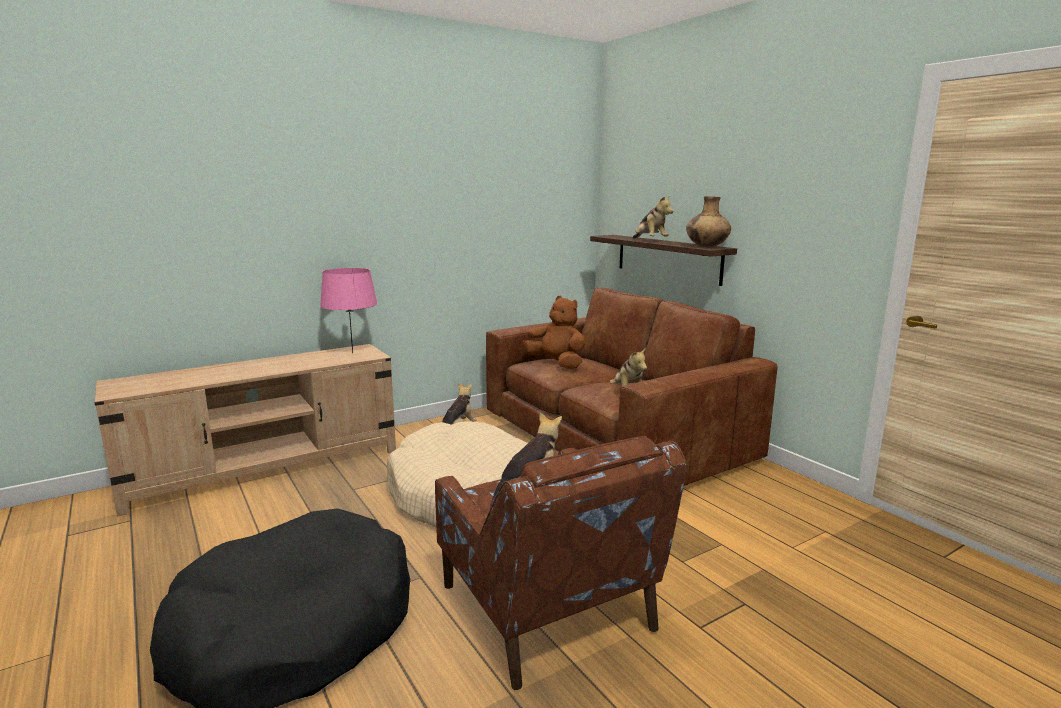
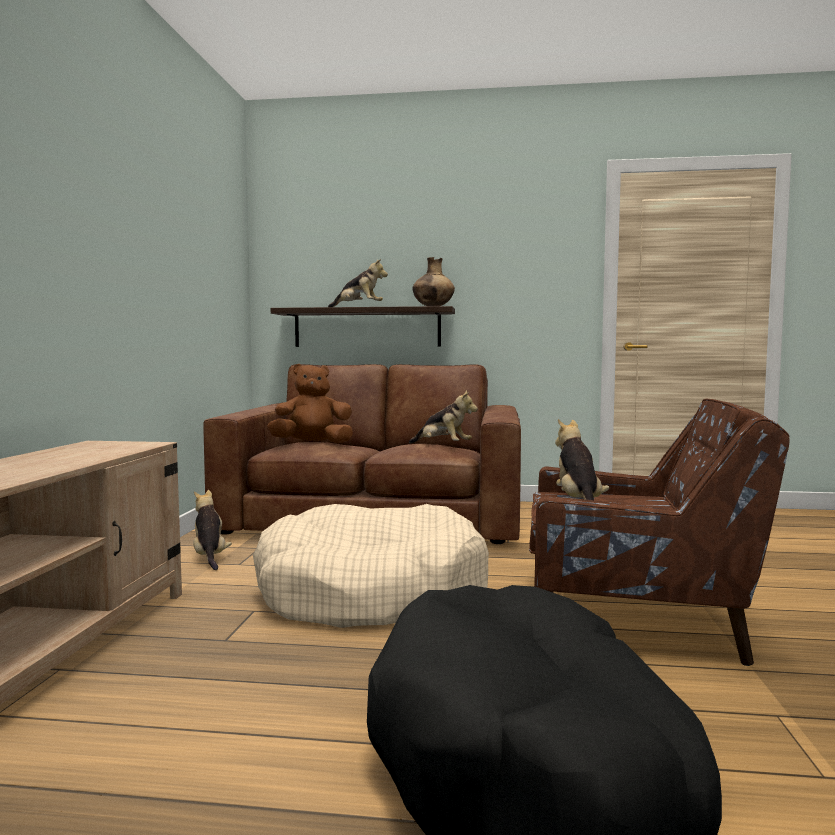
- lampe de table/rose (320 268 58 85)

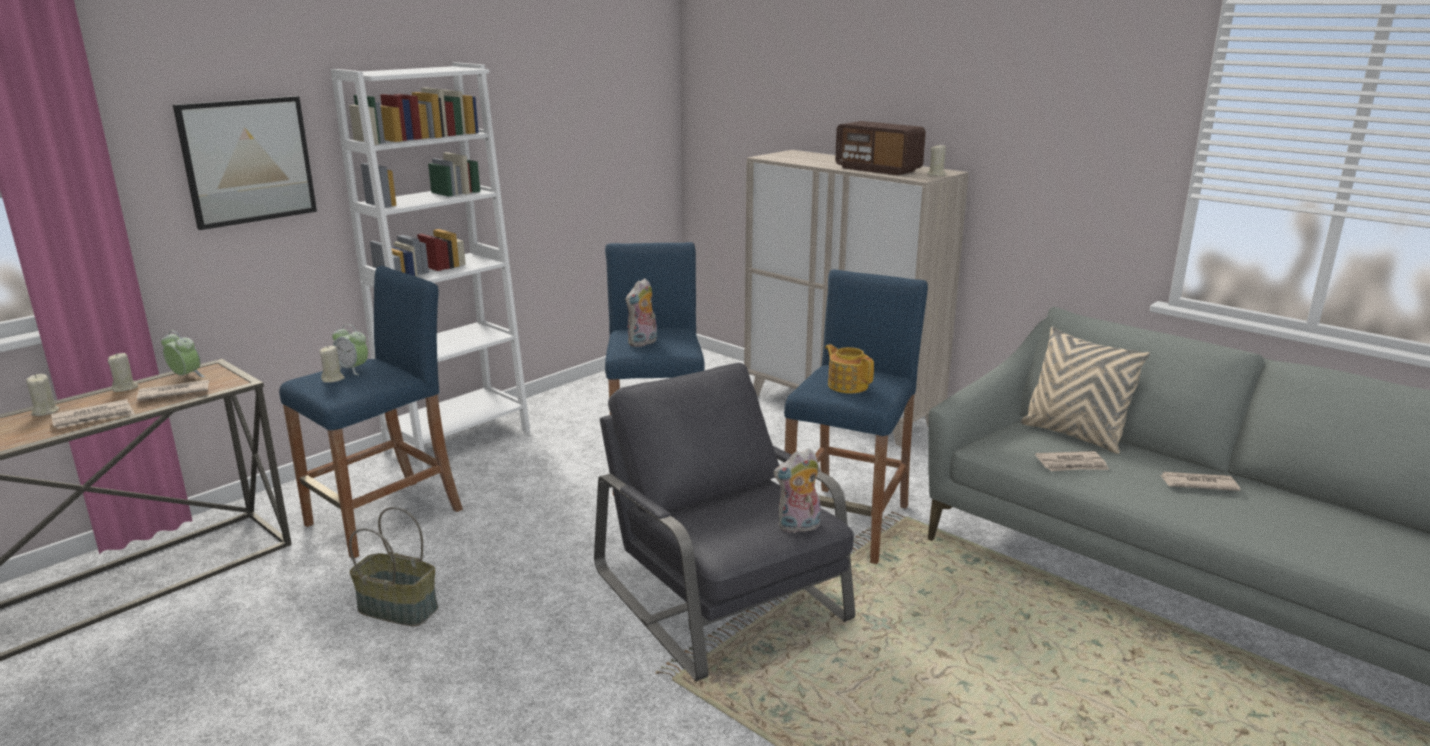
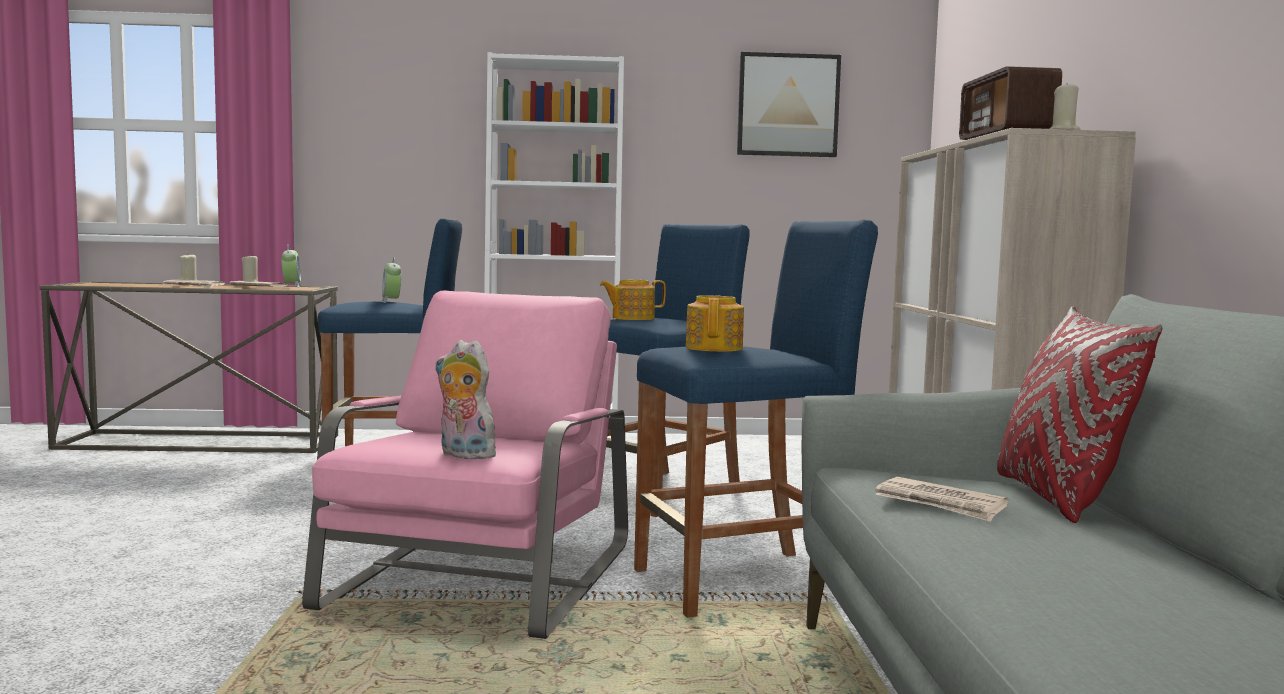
~ tableau (173 96 144 134) to (737 52 104 105)
~ peluche (626 278 31 69) to théière (600 280 66 40)
~ coussin/beige (1020 326 130 128) to coussin/rouge (997 306 166 217)
- bougie/beige (320 345 25 38)
~ fauteuil/gris (594 363 261 318) to fauteuil/rose (302 290 326 349)
- journal (1160 472 80 19)
- panier (349 507 89 119)

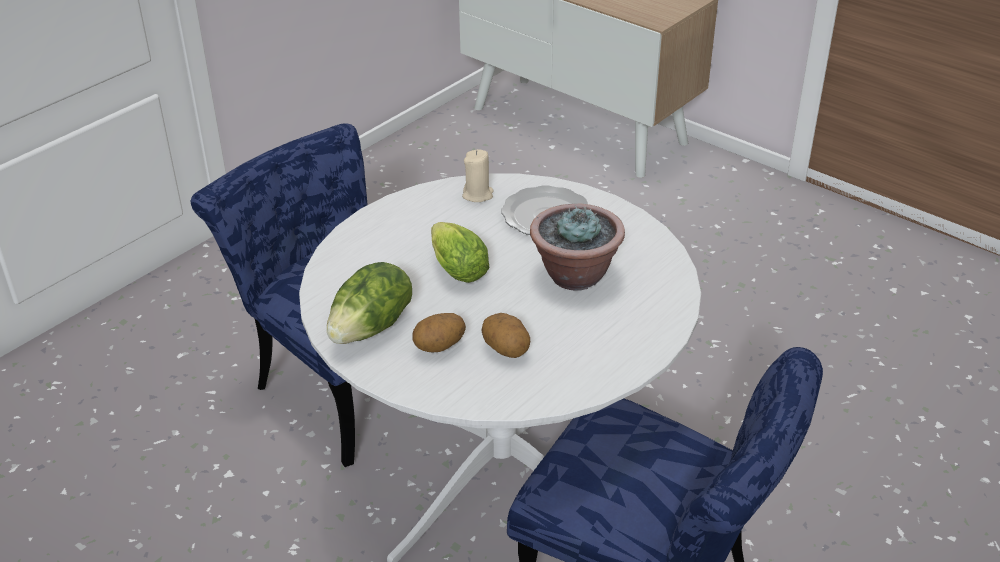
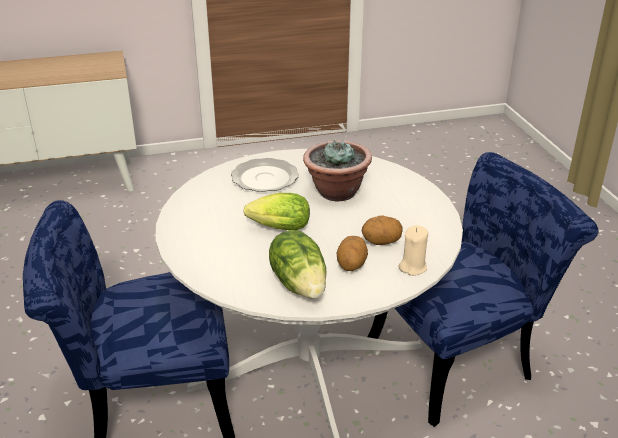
~ bougie/beige (462 149 32 53) to (399 225 29 51)

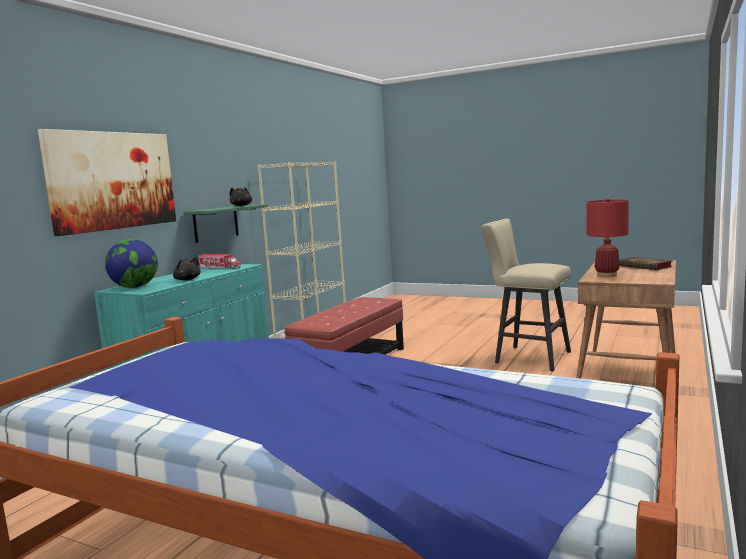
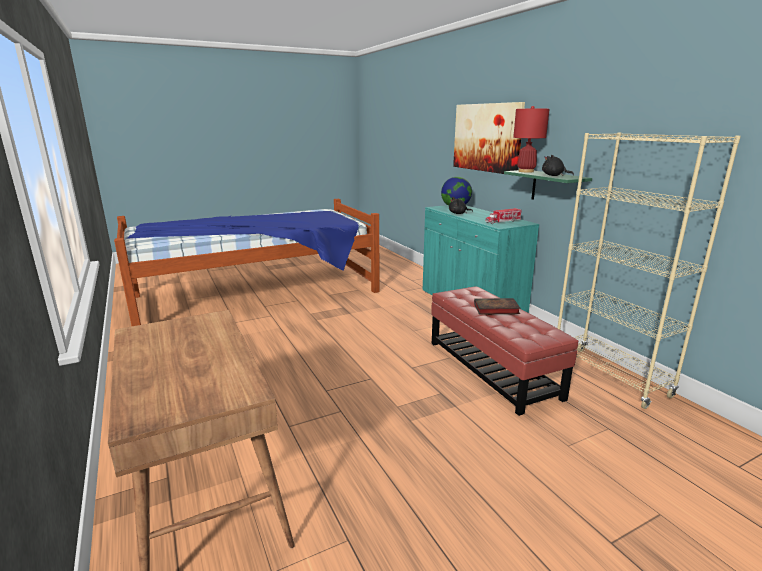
~ lampe de table/rouge (587 198 42 79) to (513 106 36 67)
- tabouret/beige (481 218 90 153)
~ livre (619 257 54 13) to (474 298 47 17)

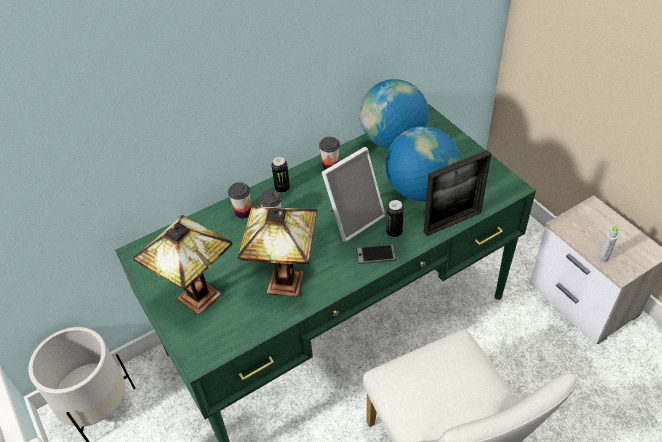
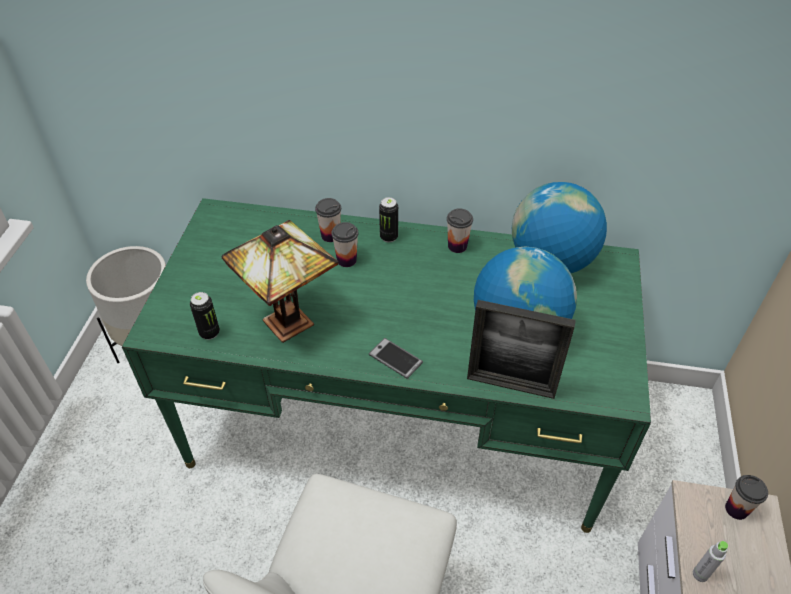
- cadre photo (322 147 64 95)
~ boîte métallique (386 200 18 38) to (190 292 30 48)
- lampe de table (133 215 100 100)
+ tasse (725 475 43 45)

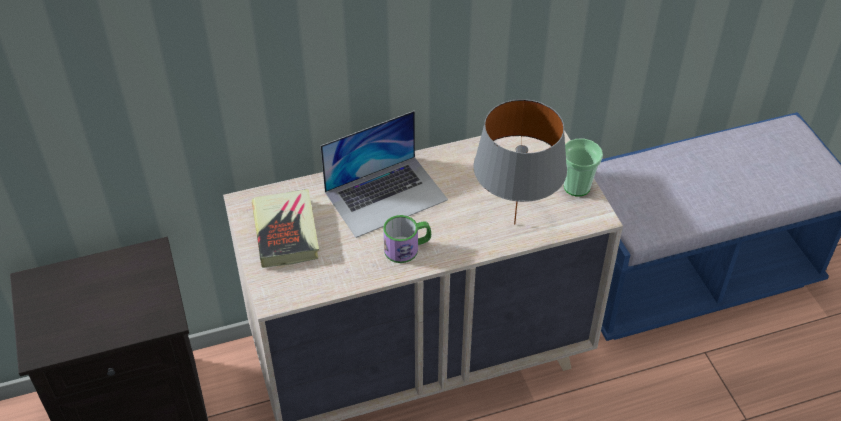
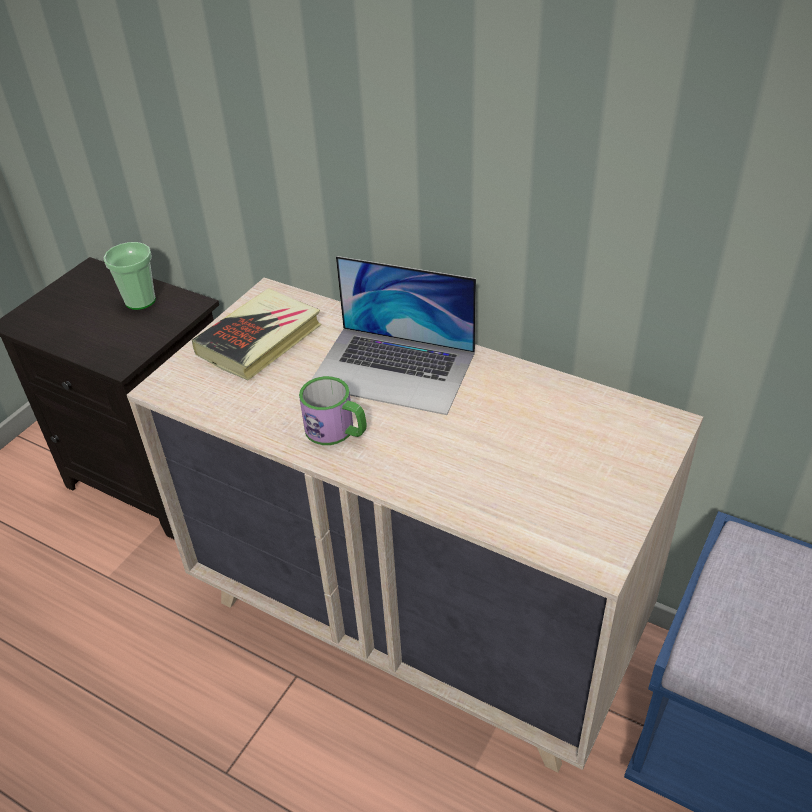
- lampe de table/gris (473 99 94 126)
~ tasse (564 139 39 57) to (103 242 53 68)

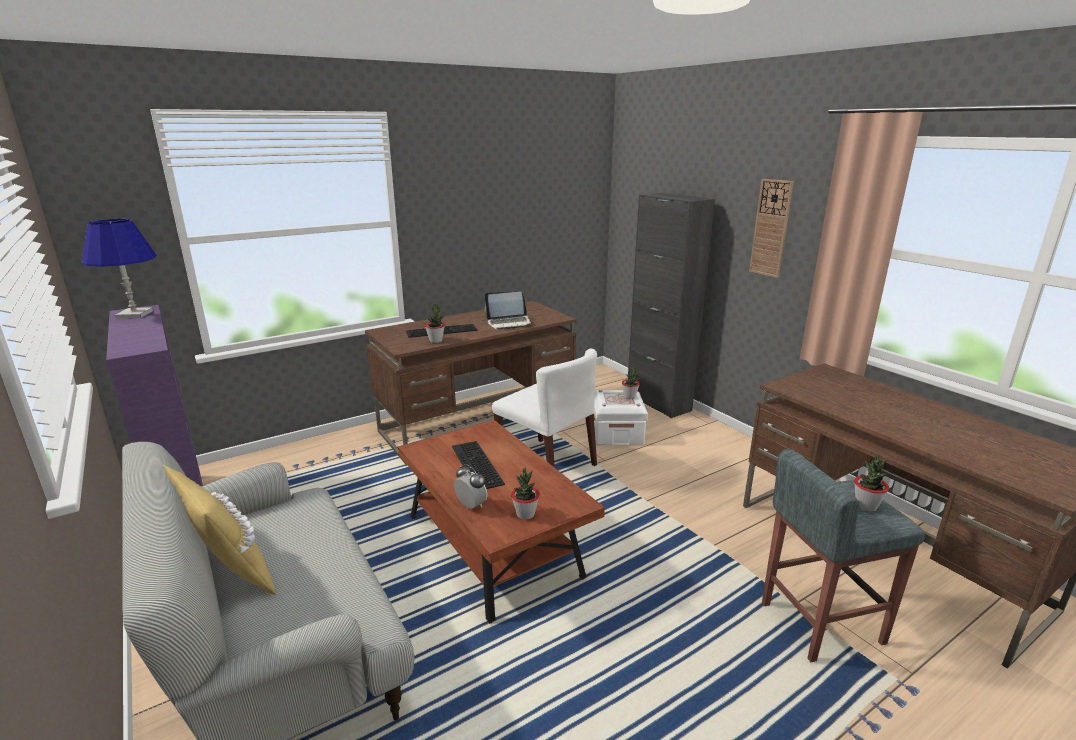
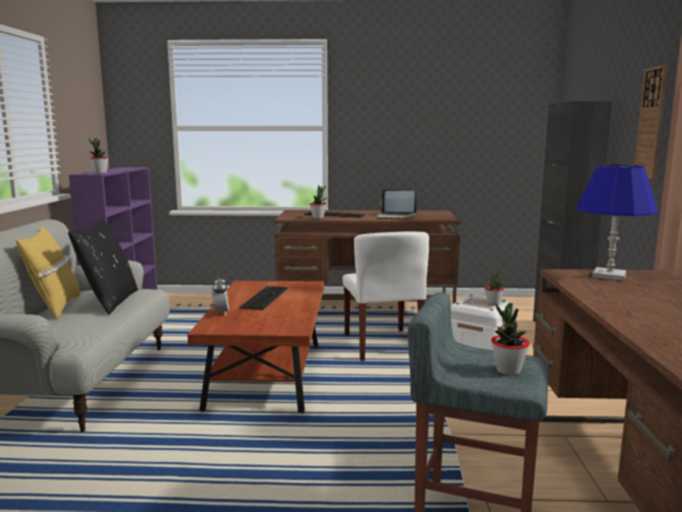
~ lampe de table/bleu (82 219 75 99) to (577 165 81 116)
~ plante en pot (511 468 29 52) to (88 138 21 36)
+ coussin/noir (68 218 70 97)

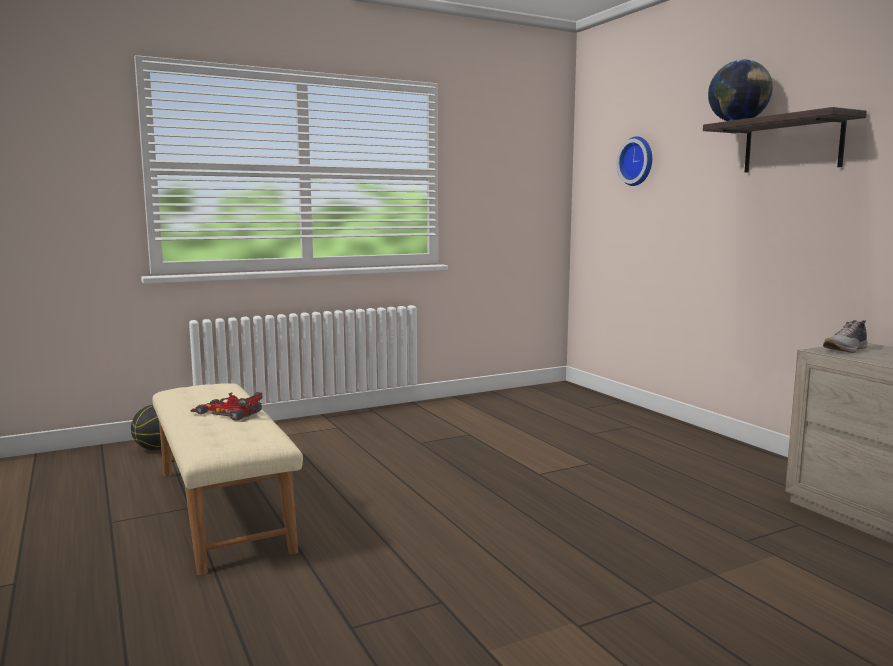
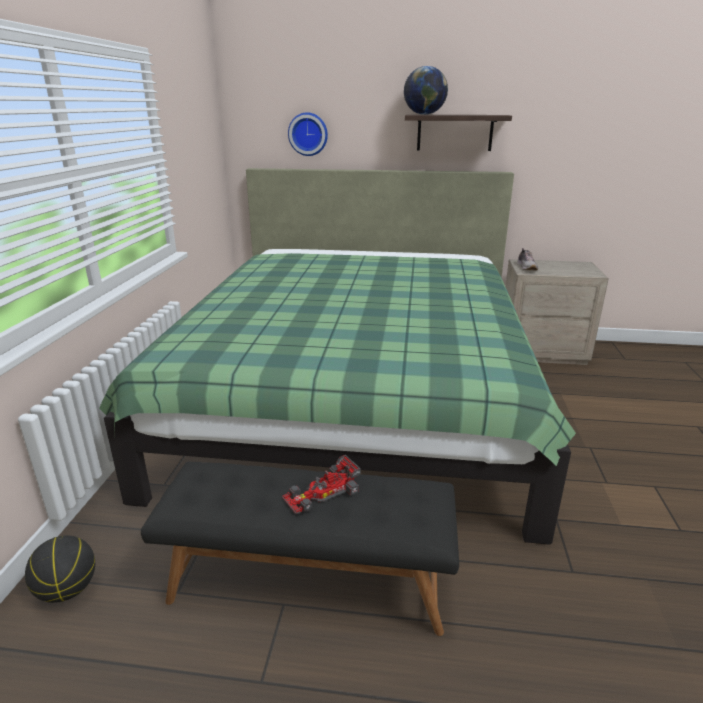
~ banc/beige (152 383 151 192) to banc/noir (141 462 318 174)
+ lit/vert (99 168 477 377)

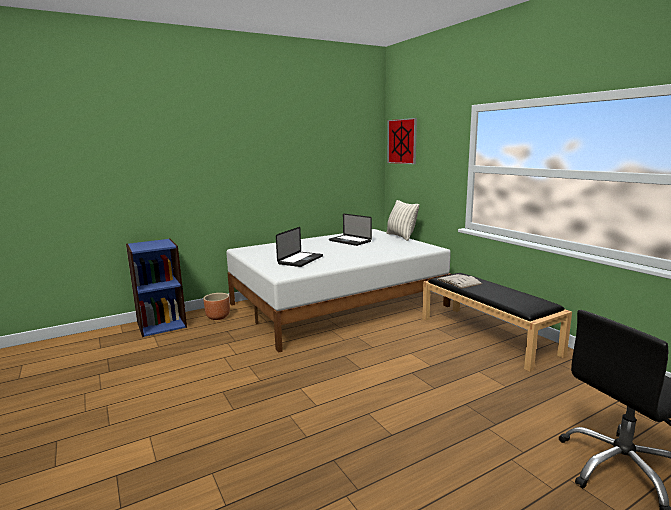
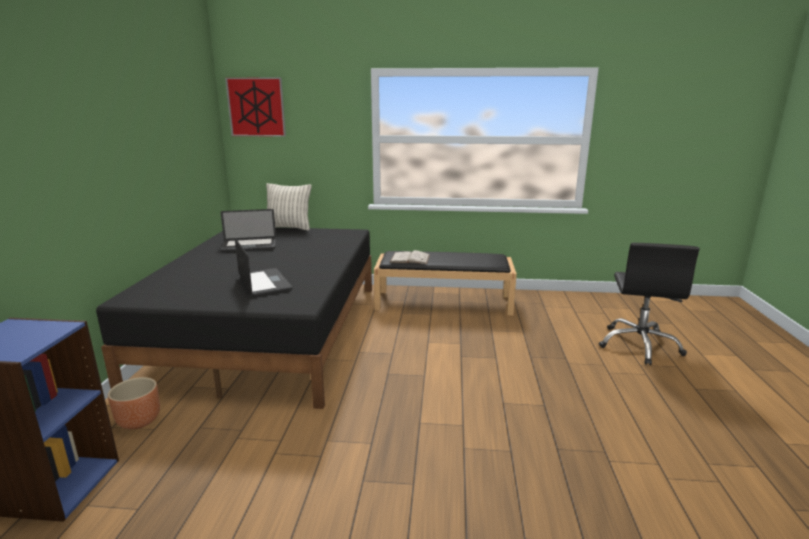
~ lit/blanc (226 229 225 124) to lit/noir (96 227 276 182)

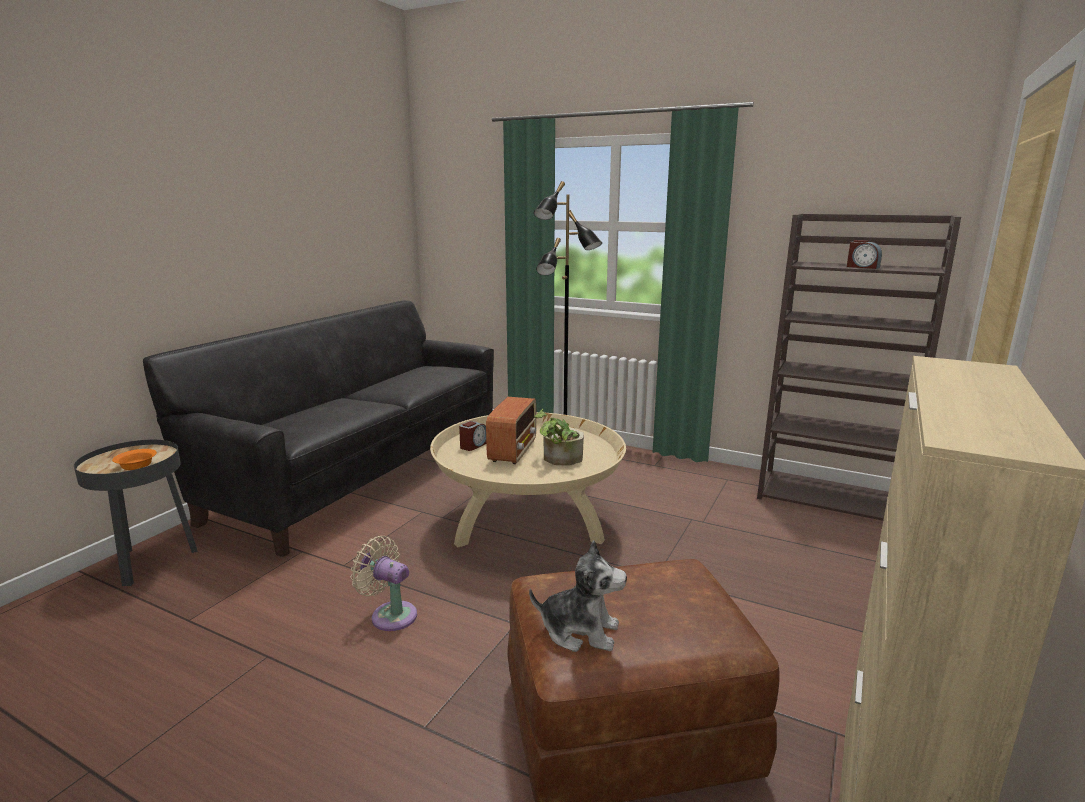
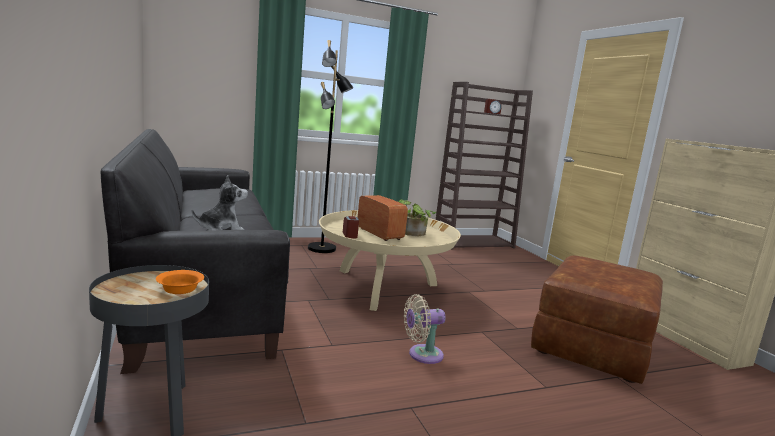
~ peluche (529 540 98 112) to (192 175 56 56)

